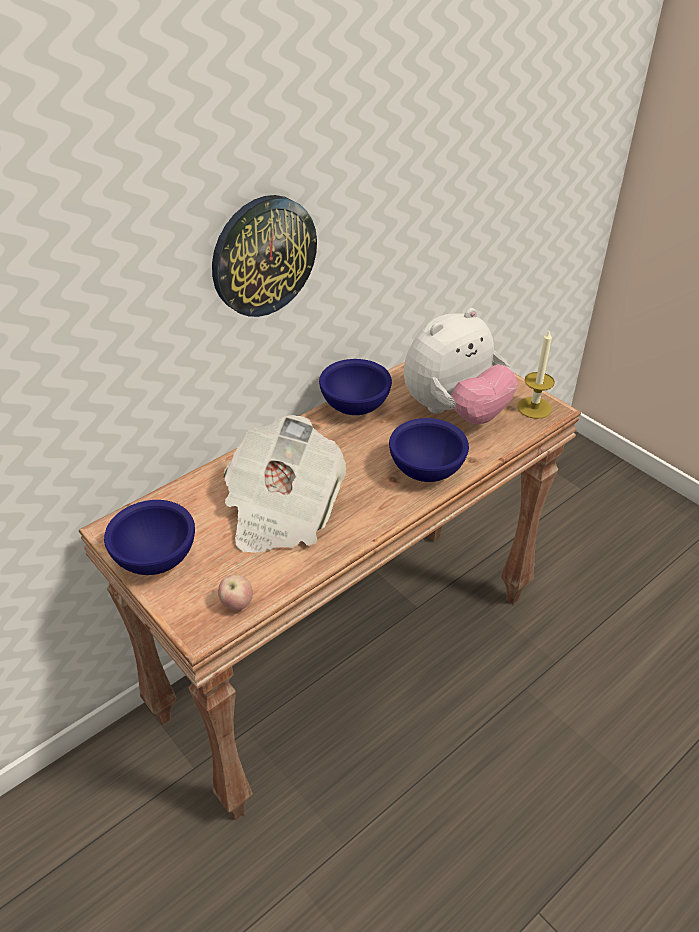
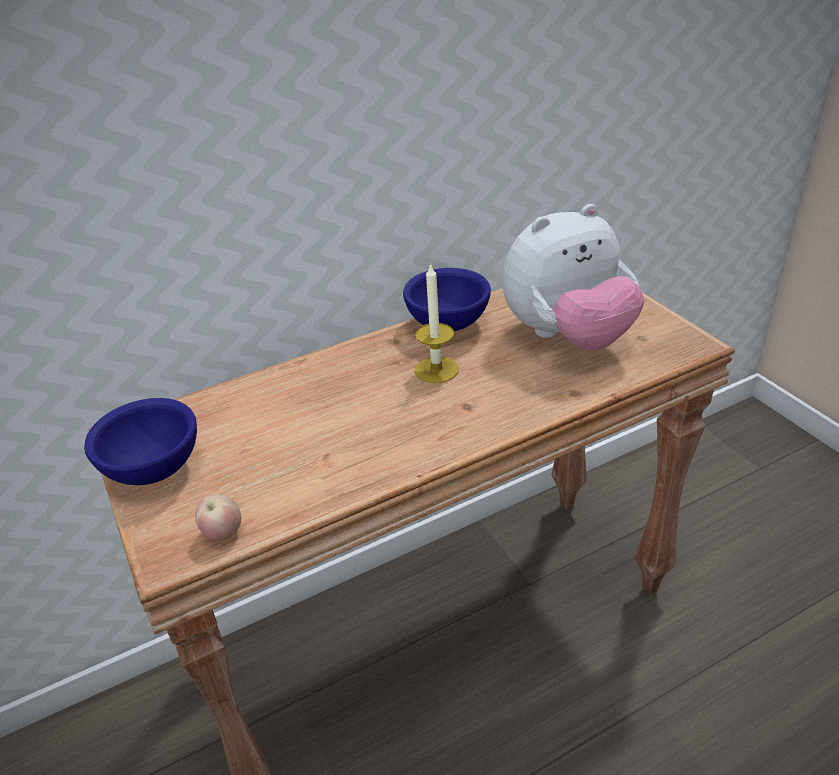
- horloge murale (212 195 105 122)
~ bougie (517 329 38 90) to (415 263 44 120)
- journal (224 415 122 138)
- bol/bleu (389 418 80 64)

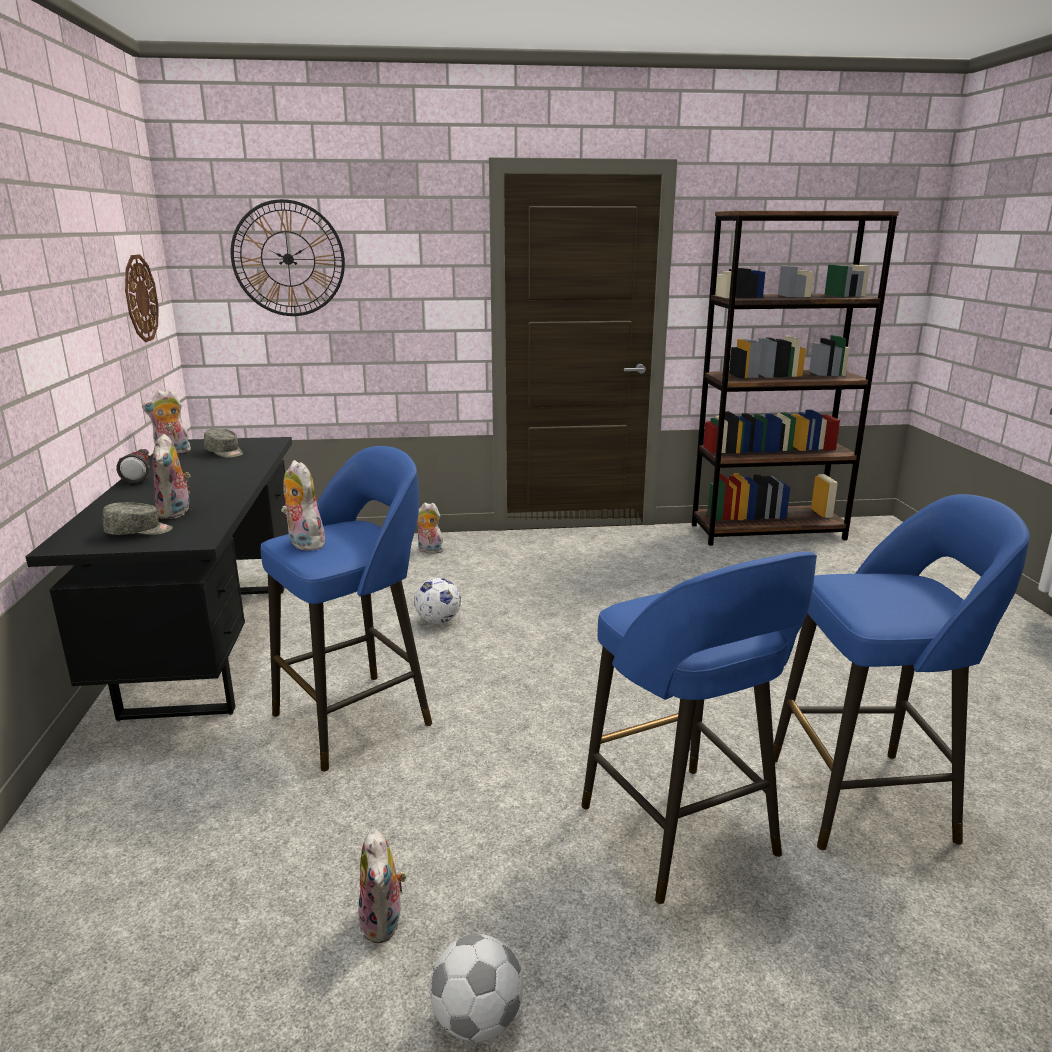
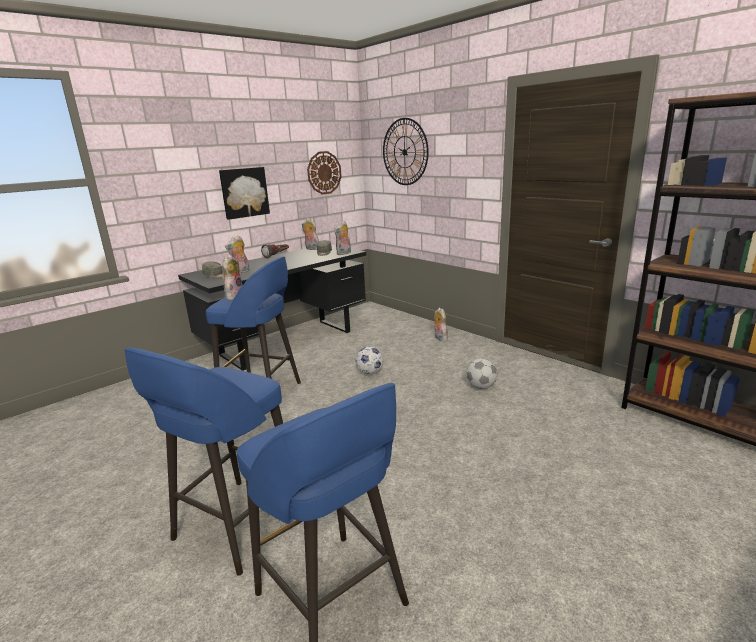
~ peluche (358 828 48 115) to (334 220 17 35)
~ ballon de foot (430 934 93 108) to (467 358 30 31)
+ tableau (219 167 51 53)

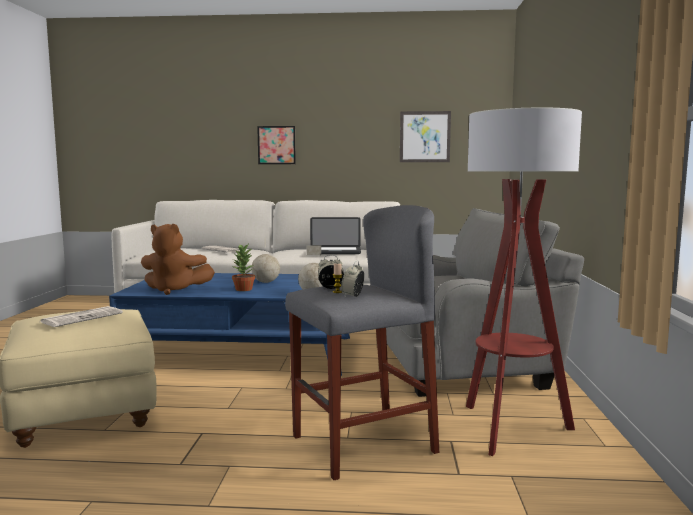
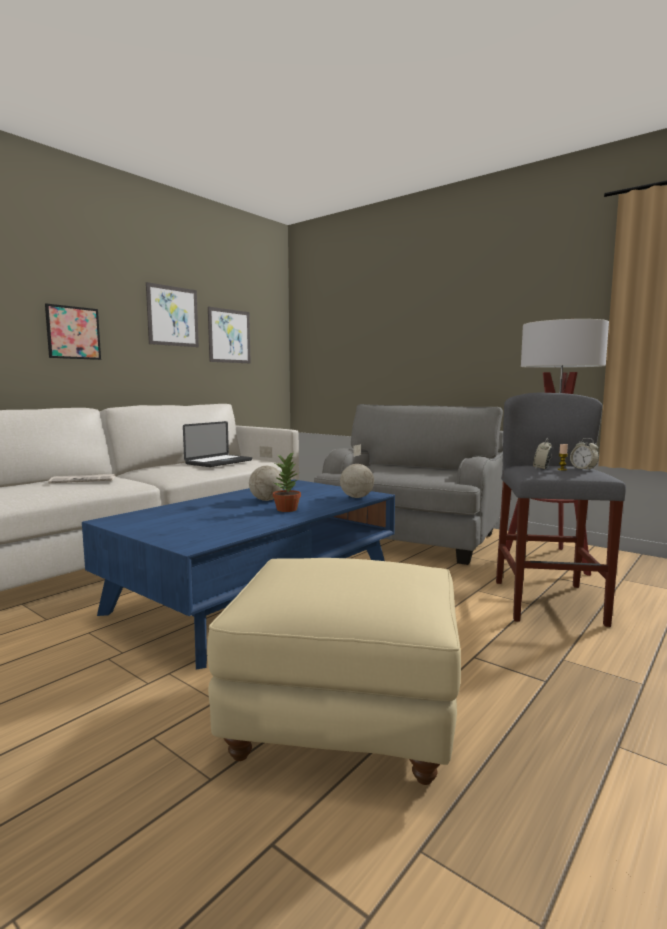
- peluche/marron (141 224 74 71)
- journal (41 306 82 21)
+ tableau (146 282 53 65)

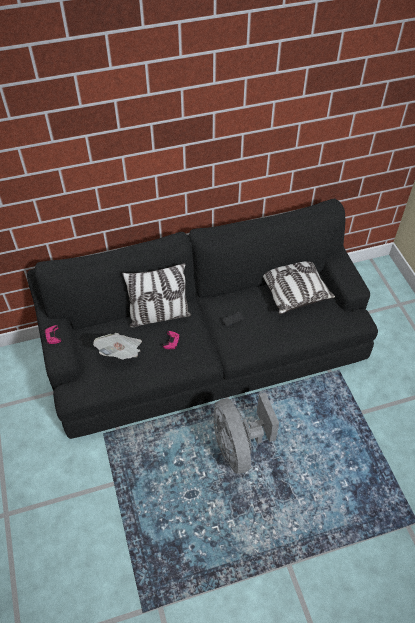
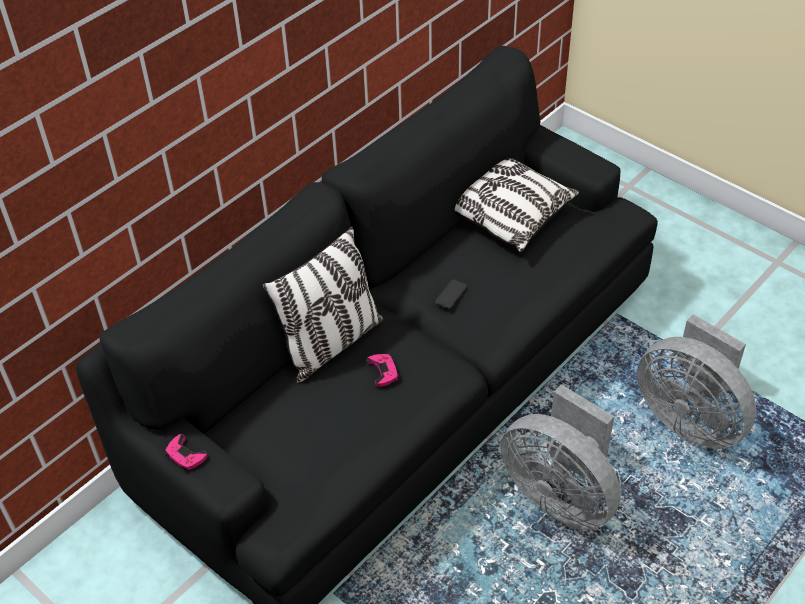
- journal (93 333 49 27)
+ ventilateur/gris (637 314 119 135)

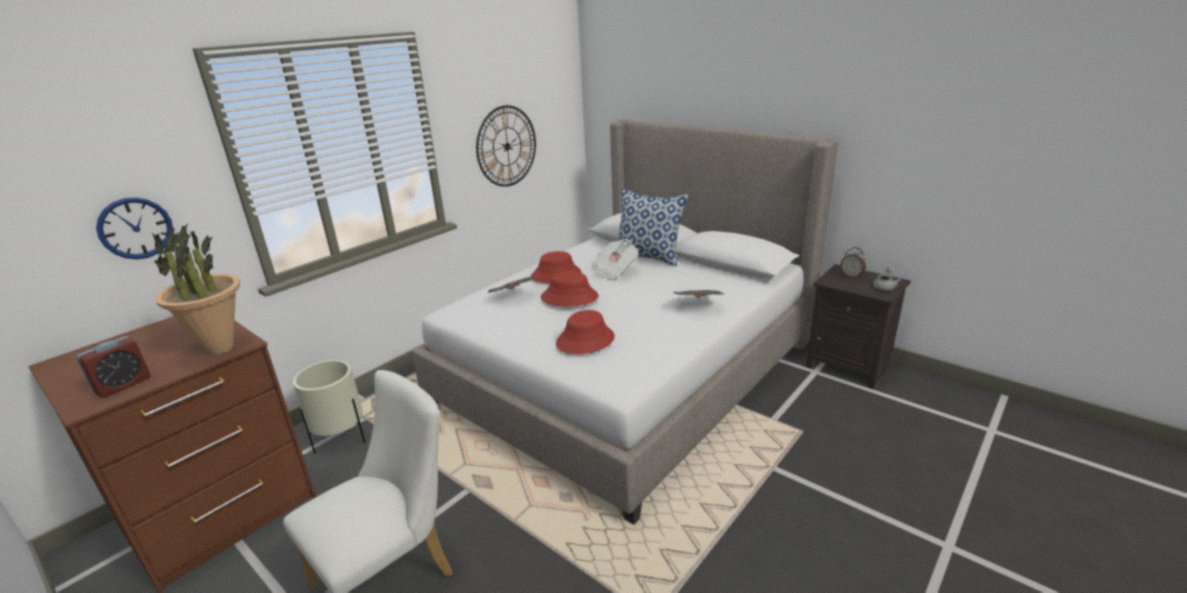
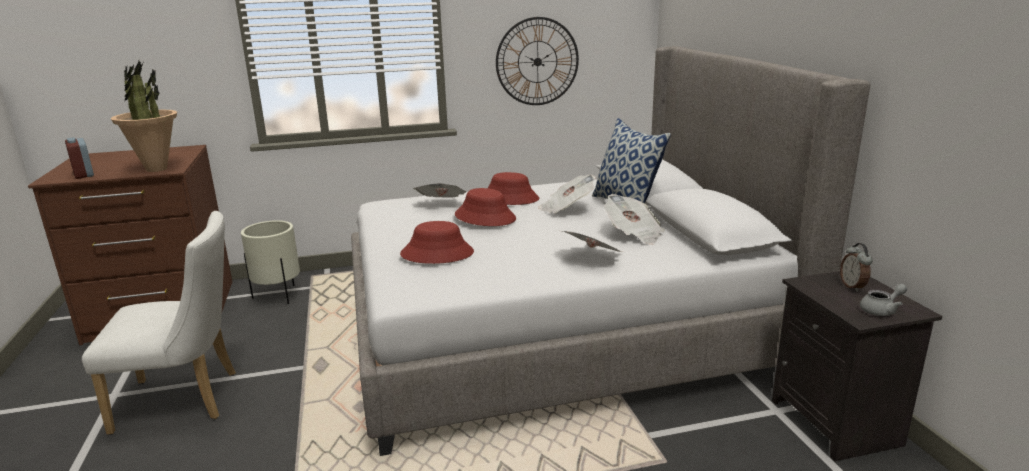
- horloge murale (96 197 77 63)
~ réveil (76 336 75 62) = (65 137 29 42) 75 degrees clockwise
+ journal (604 194 61 51)

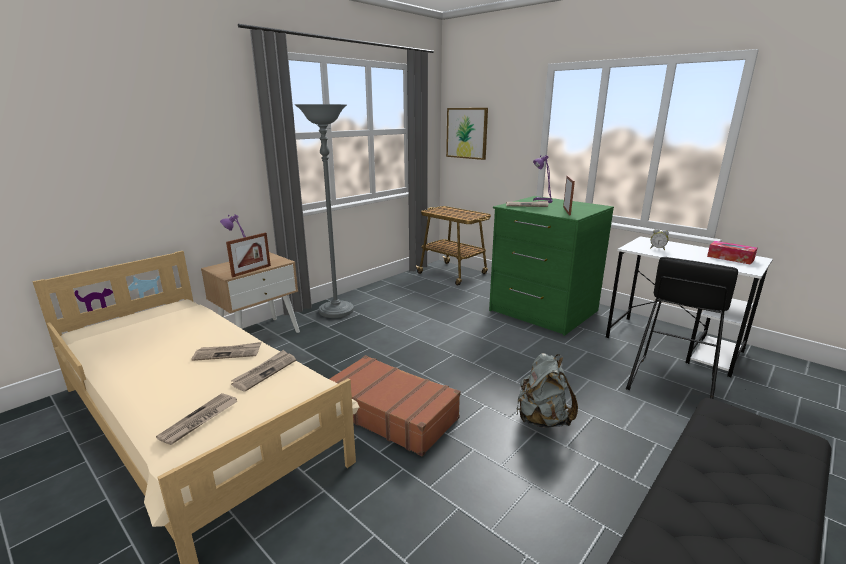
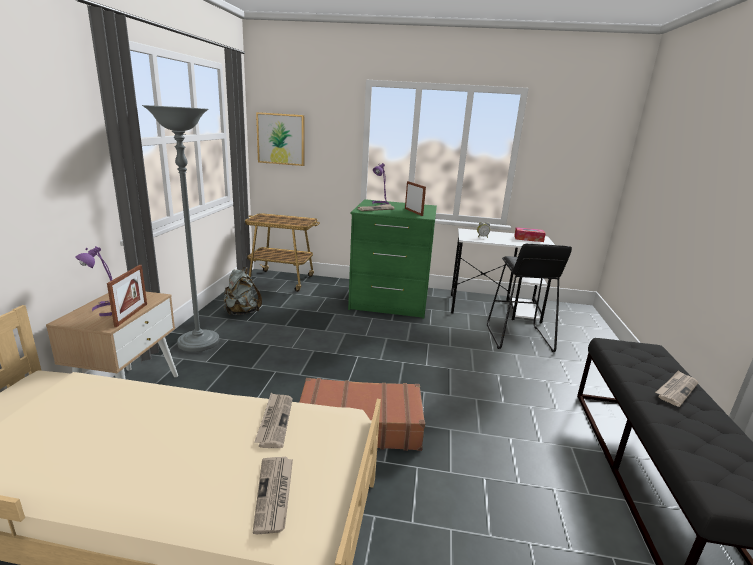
~ journal (191 342 70 19) to (655 370 43 37)
~ sac à dos/gris (516 353 62 75) to (224 267 38 48)

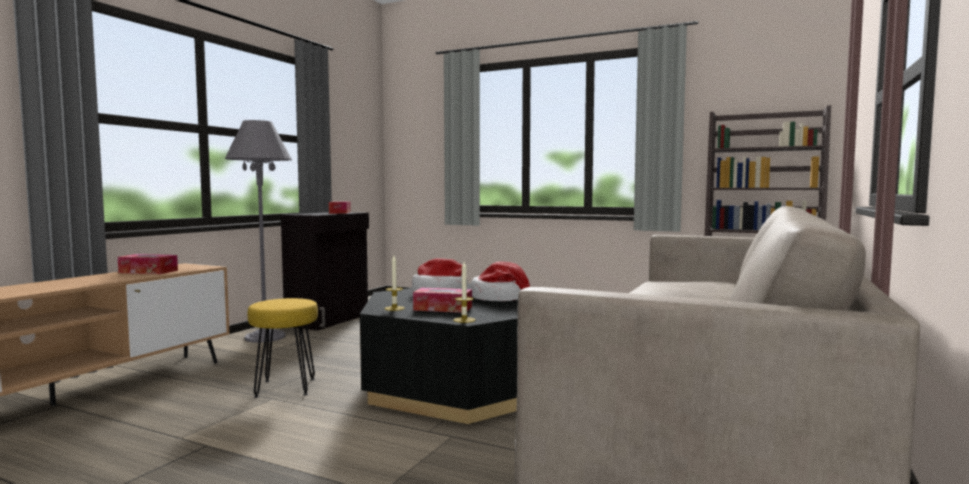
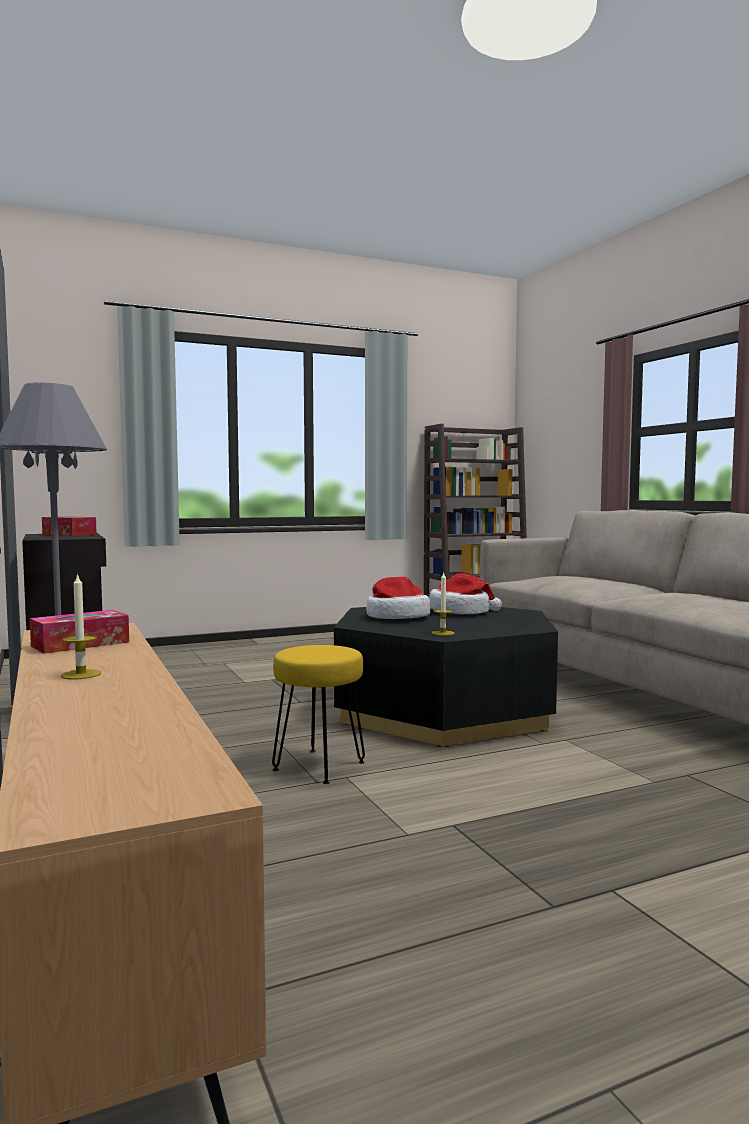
~ bougie (453 262 22 61) to (61 573 40 107)
- boîte à mouchoirs (413 288 59 25)

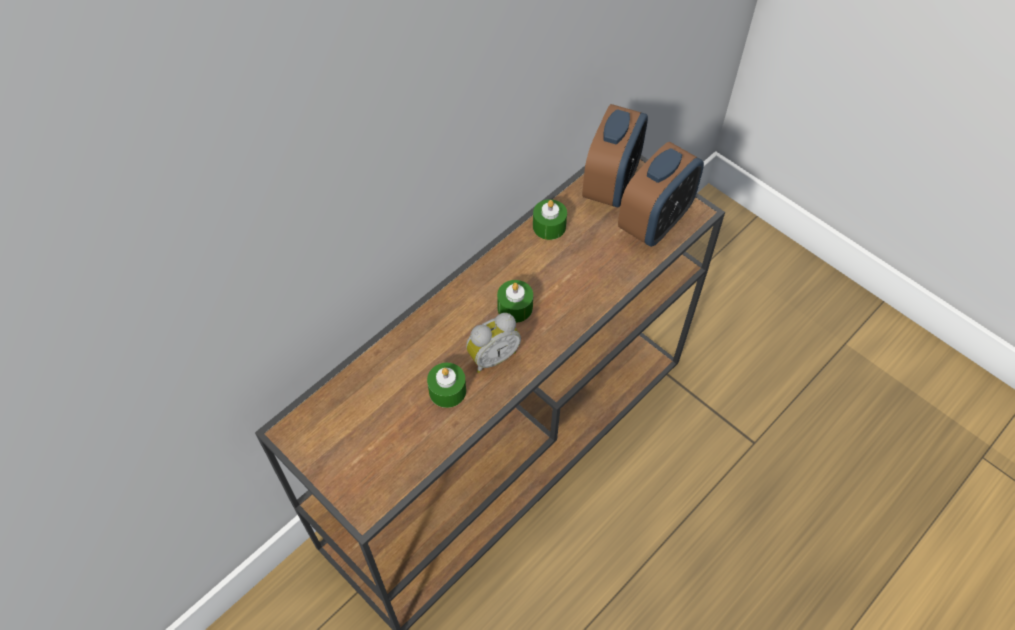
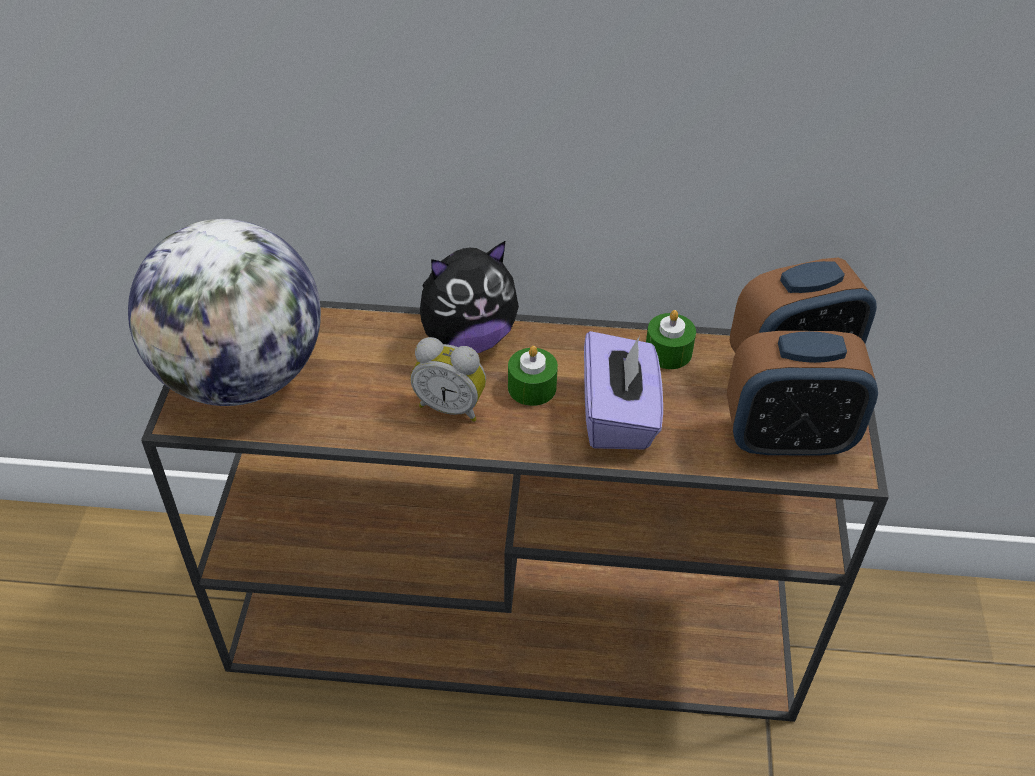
- bougie/vert (427 363 39 45)
+ globe (128 219 193 187)
+ peluche (420 240 99 113)
+ boîte à mouchoirs/violet (584 331 79 119)

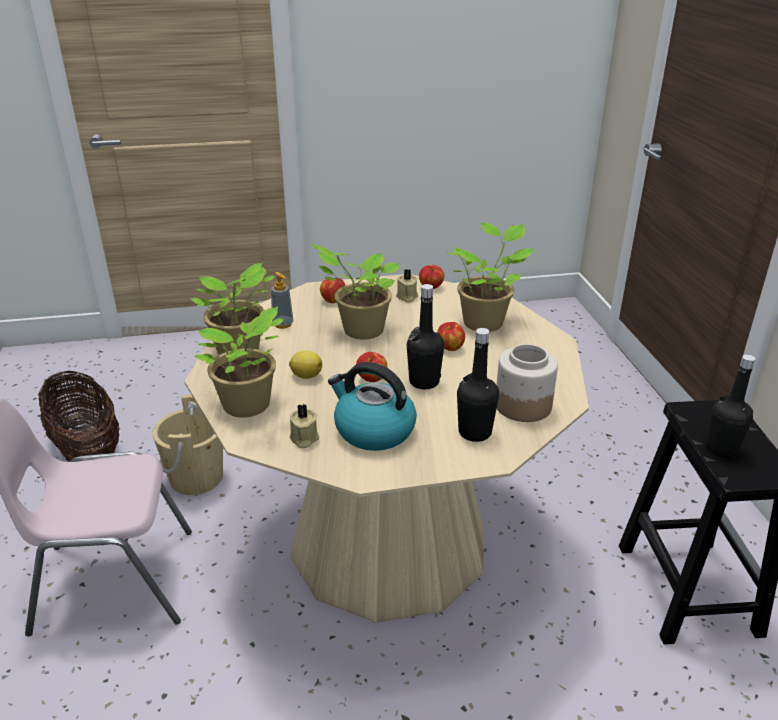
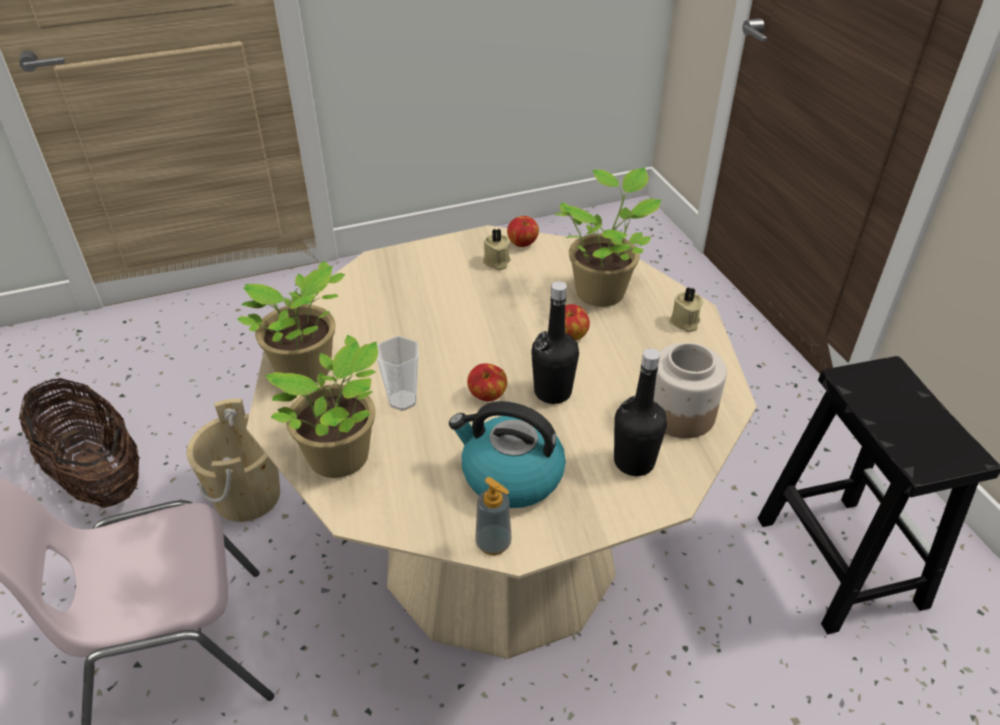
- plante en pot (310 244 89 96)
~ distributeur de savon (271 272 22 57) to (475 477 37 78)
- pomme (320 278 25 25)
~ citron (289 350 33 29) to tasse (377 336 42 75)
- bouteille/noir (706 355 49 102)
~ bougie/beige (289 404 30 44) to (669 287 34 45)

